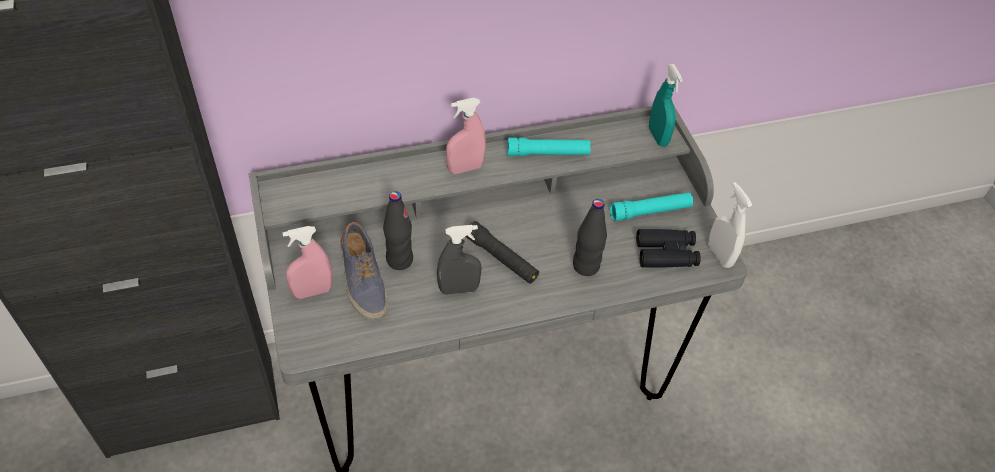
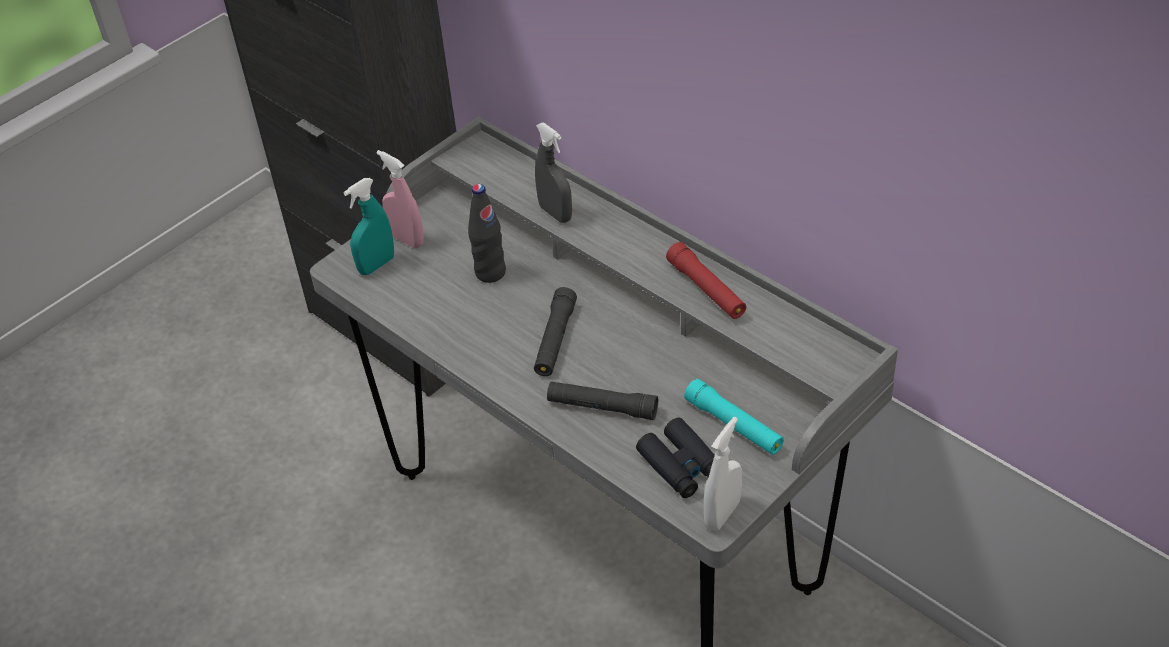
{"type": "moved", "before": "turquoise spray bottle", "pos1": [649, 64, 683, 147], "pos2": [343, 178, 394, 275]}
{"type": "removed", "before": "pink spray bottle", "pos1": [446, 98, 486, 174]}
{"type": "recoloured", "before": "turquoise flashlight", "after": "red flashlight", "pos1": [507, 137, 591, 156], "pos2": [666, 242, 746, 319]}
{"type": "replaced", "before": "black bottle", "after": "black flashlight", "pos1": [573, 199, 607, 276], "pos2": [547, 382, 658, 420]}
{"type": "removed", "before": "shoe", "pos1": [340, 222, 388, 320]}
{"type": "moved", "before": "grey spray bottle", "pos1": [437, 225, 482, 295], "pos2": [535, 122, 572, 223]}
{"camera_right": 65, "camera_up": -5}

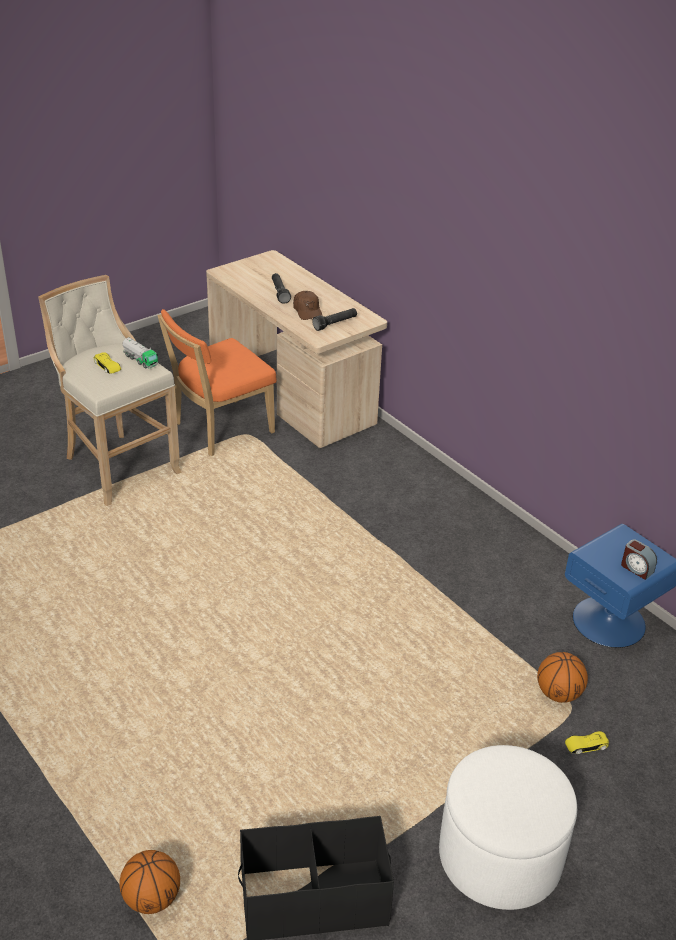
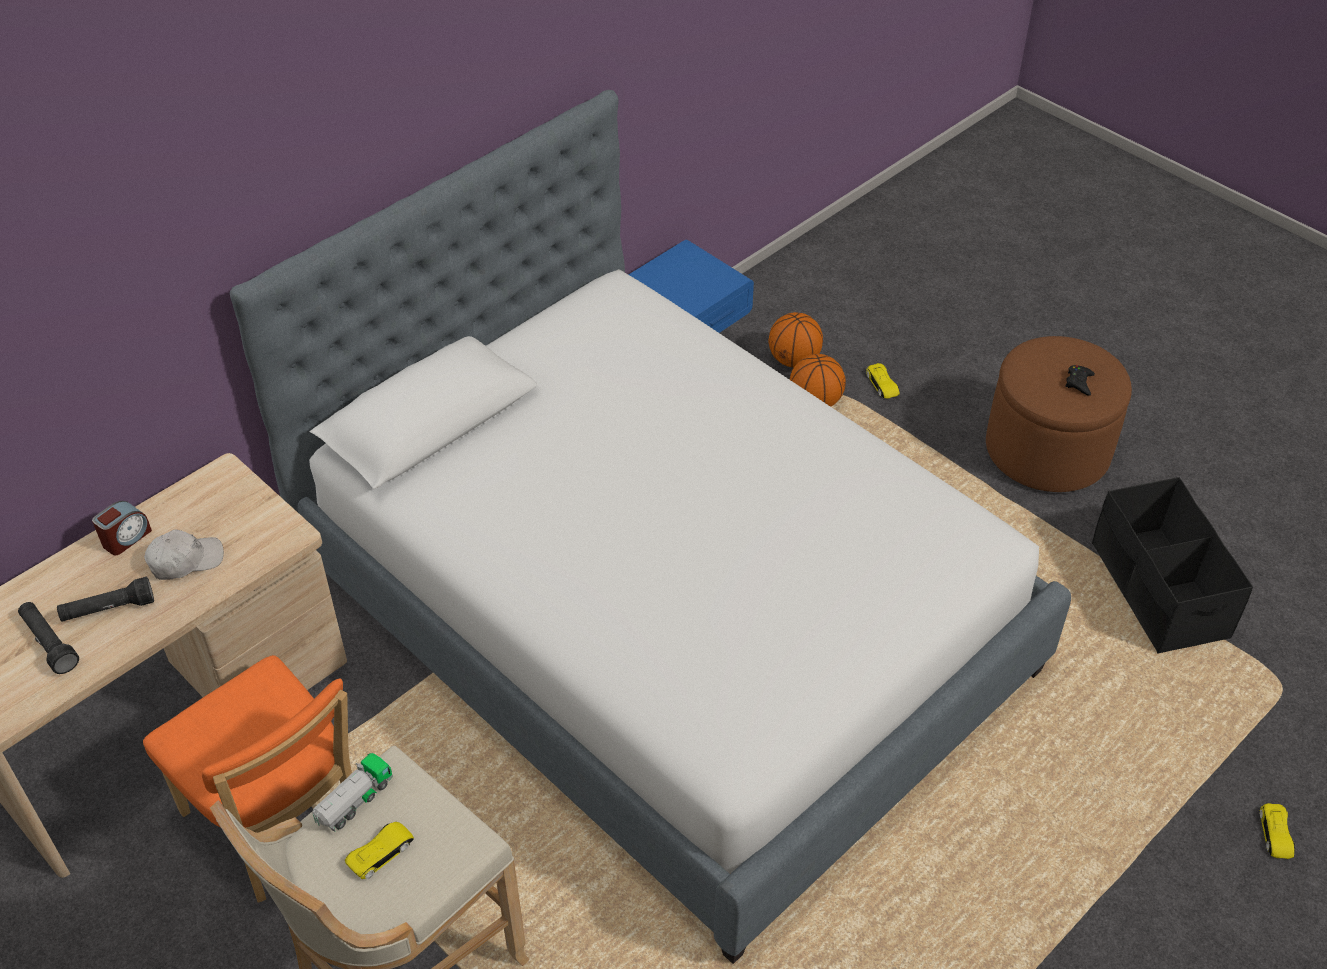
{"type": "recoloured", "before": "brown cap", "after": "white cap", "pos1": [293, 291, 323, 320], "pos2": [144, 529, 224, 580]}
{"type": "moved", "before": "black flashlight", "pos1": [312, 308, 357, 331], "pos2": [18, 602, 79, 674]}
{"type": "moved", "before": "alarm clock", "pos1": [621, 539, 657, 580], "pos2": [92, 501, 152, 555]}
{"type": "recoloured", "before": "white ottoman", "after": "brown ottoman", "pos1": [439, 745, 577, 910], "pos2": [986, 336, 1132, 492]}
{"type": "moved", "before": "basketball", "pos1": [119, 850, 180, 914], "pos2": [769, 312, 823, 367]}
{"type": "added", "after": "bed", "pos2": [230, 90, 1071, 964]}
{"type": "added", "after": "black game controller", "pos2": [1065, 365, 1095, 396]}
{"type": "added", "after": "yellow toy car", "pos2": [1260, 803, 1295, 859]}
{"camera_right": -95, "camera_up": 10}

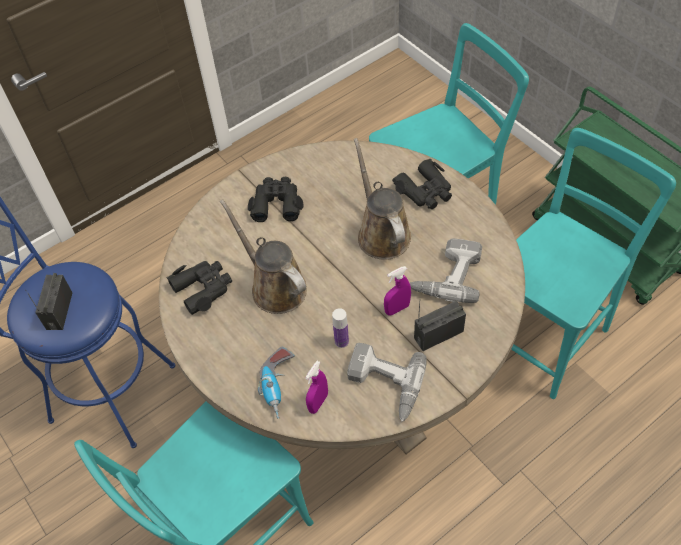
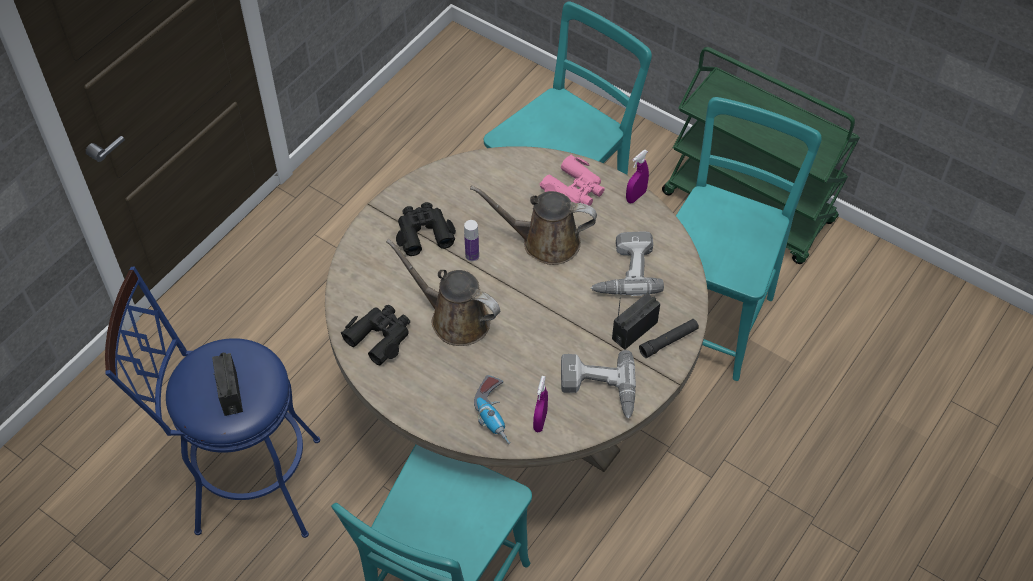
{"type": "turned", "before": "brown watering can", "pos1": [354, 138, 411, 260], "pos2": [470, 185, 597, 265], "turn": -45}
{"type": "recoloured", "before": "black binoculars", "after": "pink binoculars", "pos1": [393, 159, 452, 209], "pos2": [539, 154, 605, 206]}
{"type": "moved", "before": "purple spray bottle", "pos1": [384, 266, 411, 316], "pos2": [626, 150, 649, 203]}
{"type": "moved", "before": "bottle", "pos1": [332, 308, 349, 348], "pos2": [464, 220, 479, 261]}
{"type": "added", "after": "black flashlight", "pos2": [639, 319, 699, 358]}
{"camera_right": -20, "camera_up": 0}

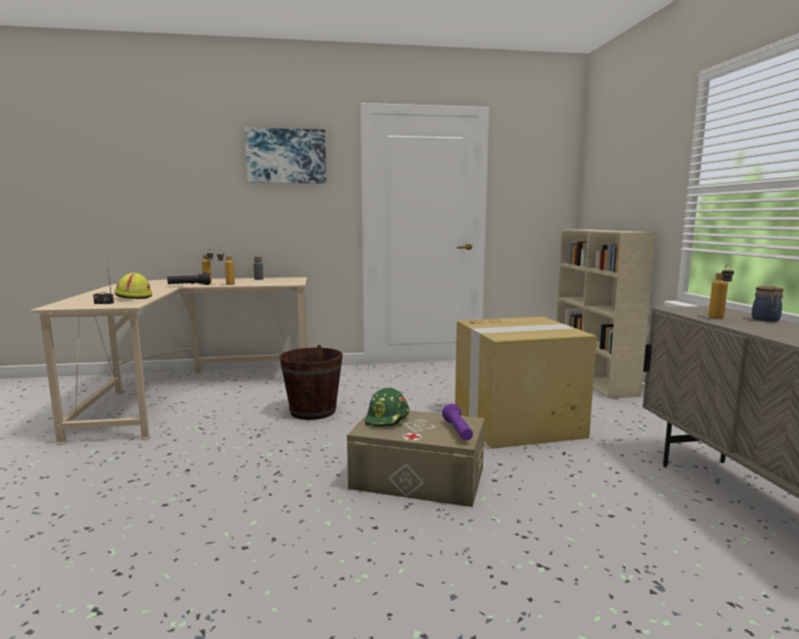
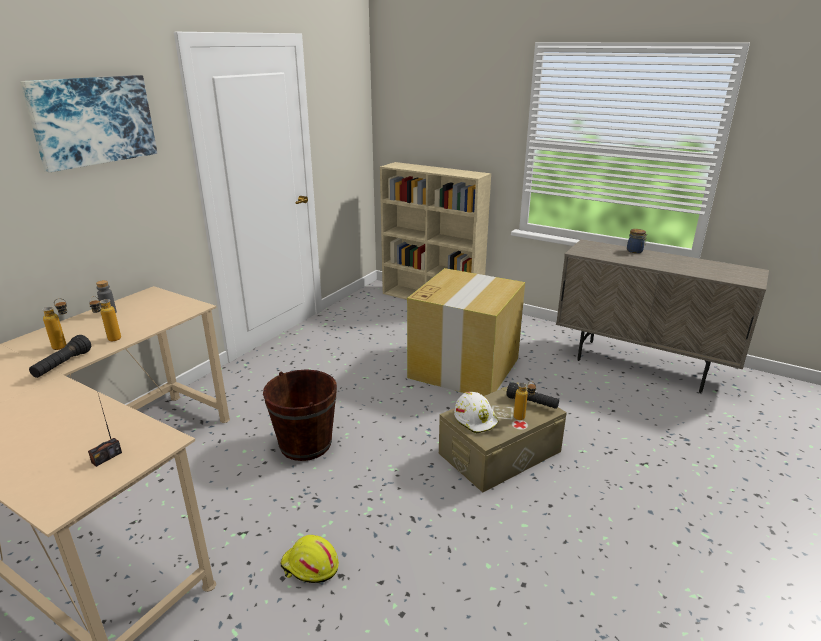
{"type": "moved", "before": "bottle", "pos1": [708, 264, 734, 319], "pos2": [514, 381, 536, 420]}
{"type": "moved", "before": "yellow hard hat", "pos1": [114, 273, 152, 299], "pos2": [281, 535, 339, 583]}
{"type": "recoloured", "before": "green hard hat", "after": "white hard hat", "pos1": [365, 387, 409, 427], "pos2": [454, 392, 499, 434]}
{"type": "recoloured", "before": "purple flashlight", "after": "black flashlight", "pos1": [442, 403, 473, 441], "pos2": [506, 382, 559, 409]}
{"camera_right": -50, "camera_up": 15}

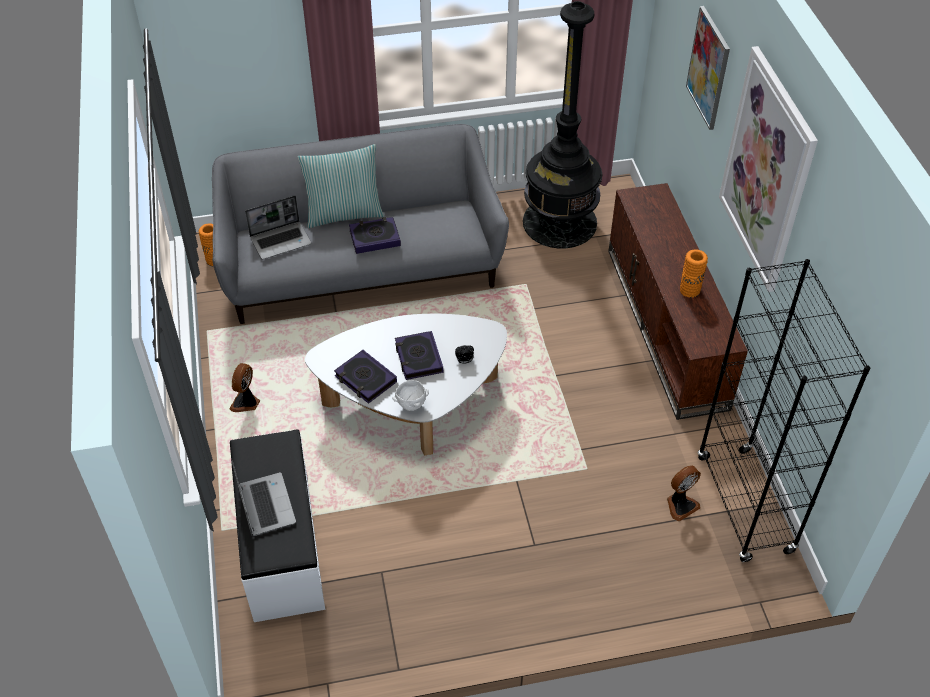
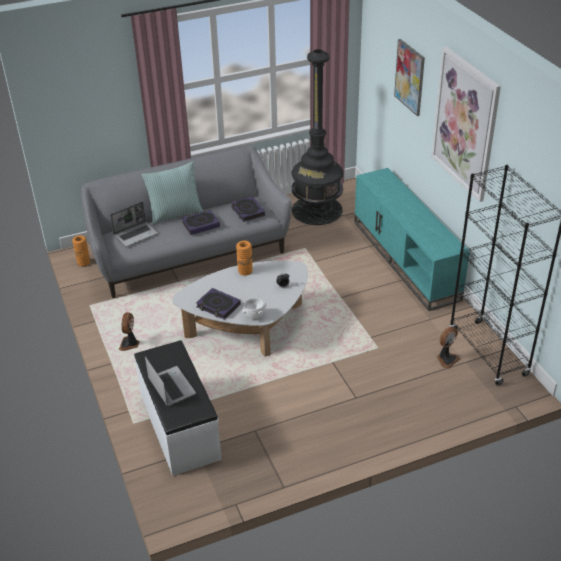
{"type": "recoloured", "before": "brown tv stand", "after": "turquoise tv stand", "pos1": [608, 183, 748, 420], "pos2": [354, 168, 470, 311]}
{"type": "moved", "before": "orange vase", "pos1": [680, 249, 708, 298], "pos2": [236, 241, 253, 275]}
{"type": "moved", "before": "book", "pos1": [395, 331, 443, 380], "pos2": [231, 196, 265, 222]}
{"camera_right": -10, "camera_up": -10}

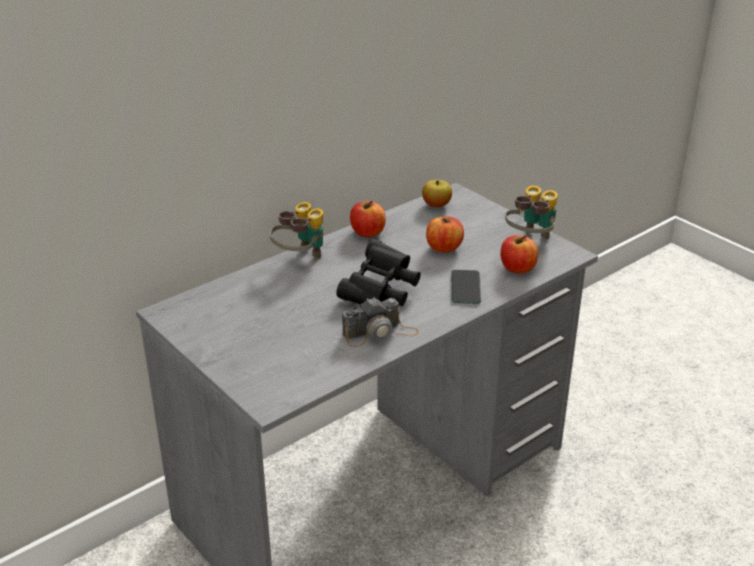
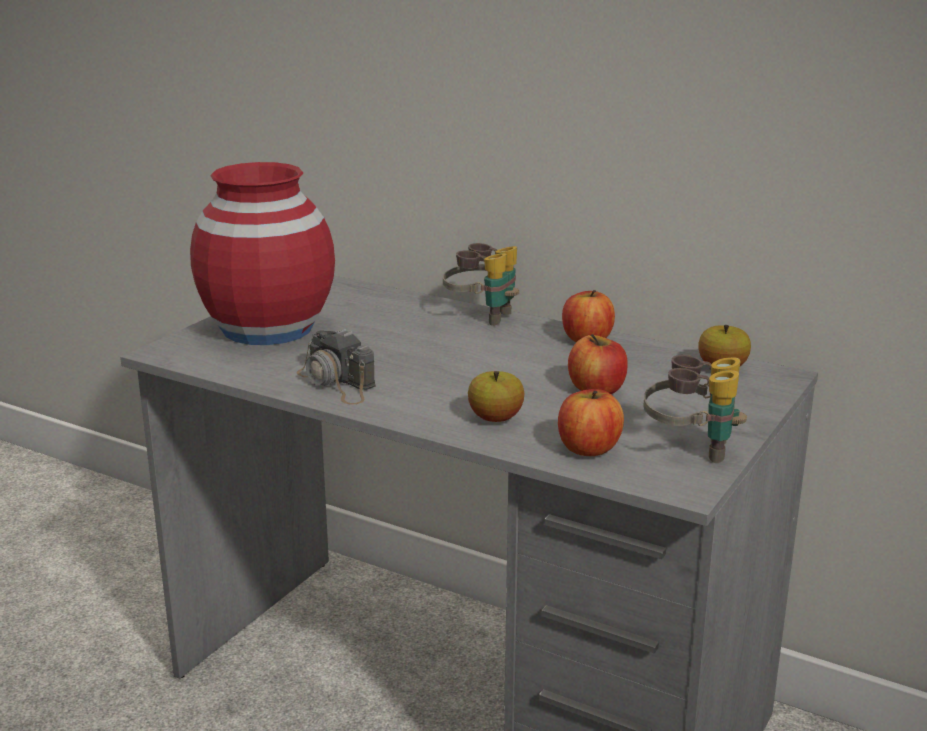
{"type": "removed", "before": "black binoculars", "pos1": [336, 239, 421, 306]}
{"type": "replaced", "before": "phone", "after": "apple", "pos1": [451, 270, 481, 304], "pos2": [468, 371, 524, 422]}
{"type": "added", "after": "red vase", "pos2": [190, 162, 335, 345]}
{"camera_right": 70, "camera_up": -10}

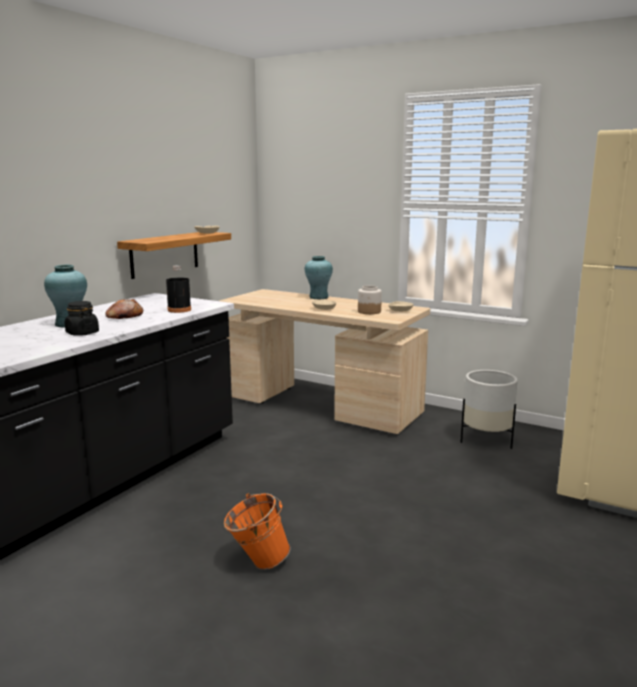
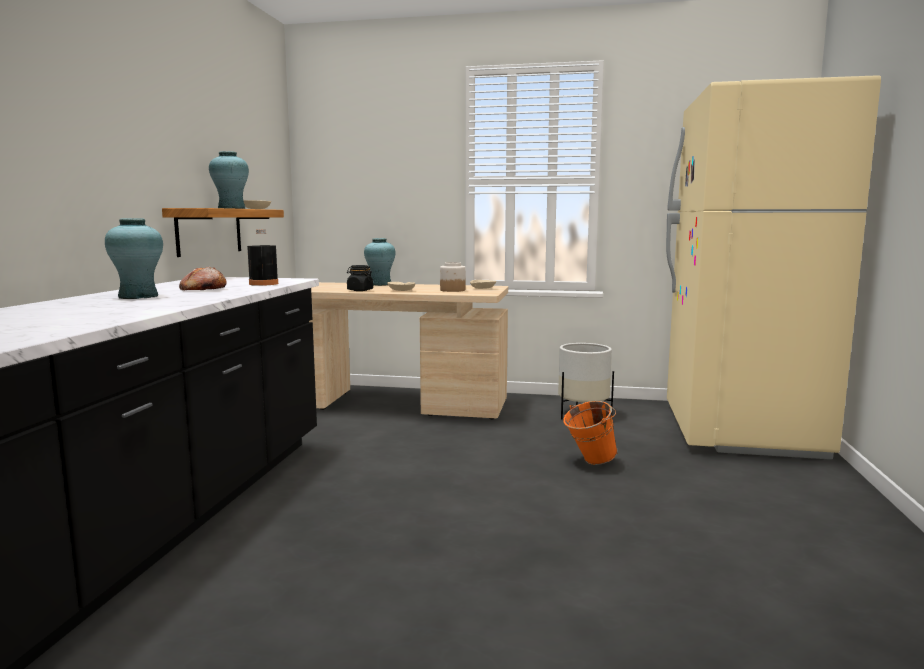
{"type": "moved", "before": "black jar", "pos1": [65, 301, 99, 336], "pos2": [347, 265, 373, 291]}
{"type": "moved", "before": "orange bucket", "pos1": [224, 493, 290, 570], "pos2": [563, 401, 618, 465]}
{"type": "added", "after": "turquoise vase", "pos2": [209, 151, 249, 209]}
{"camera_right": -20, "camera_up": -5}

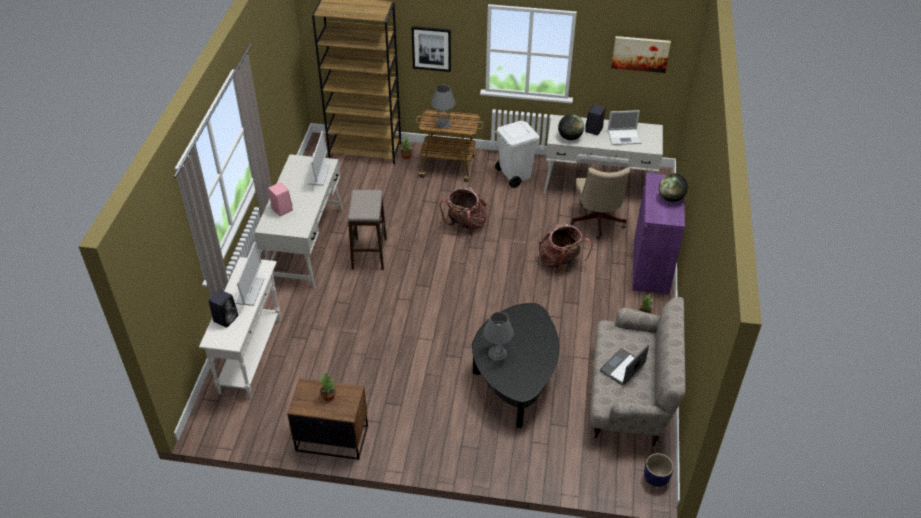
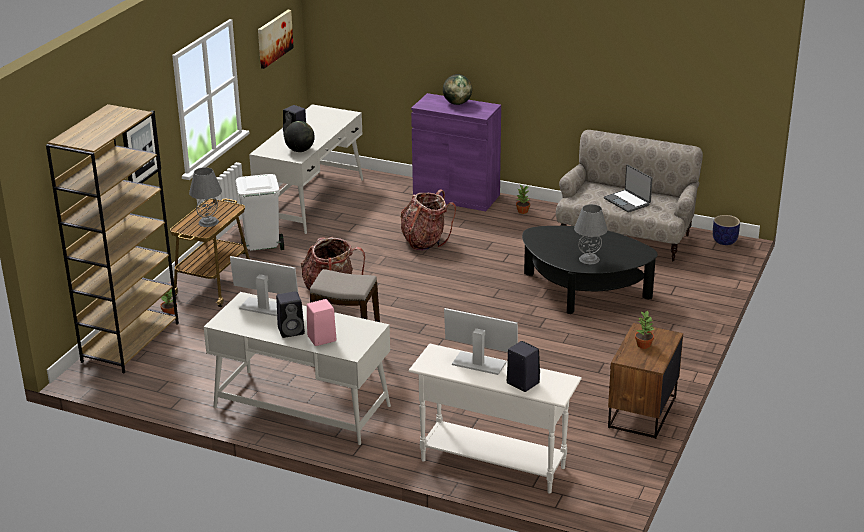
{"type": "removed", "before": "laptop", "pos1": [608, 110, 641, 145]}
{"type": "removed", "before": "beige office chair", "pos1": [571, 168, 630, 239]}
{"type": "added", "after": "black speaker", "pos2": [276, 291, 305, 338]}
{"camera_right": -75, "camera_up": -15}

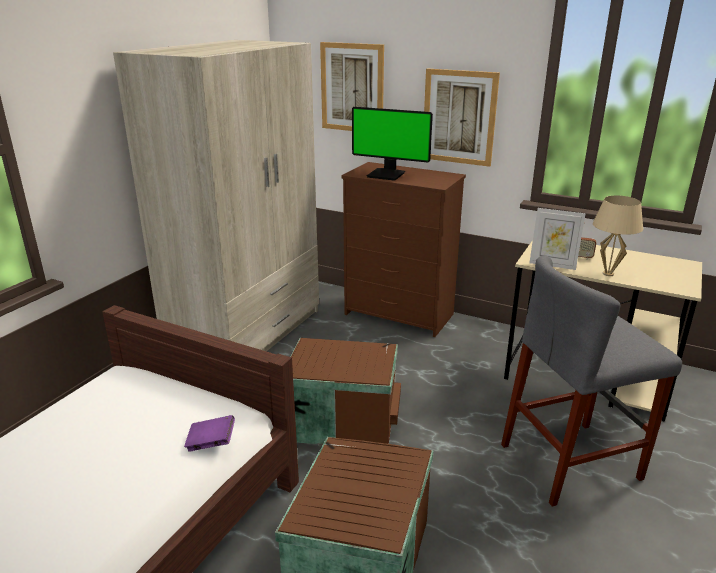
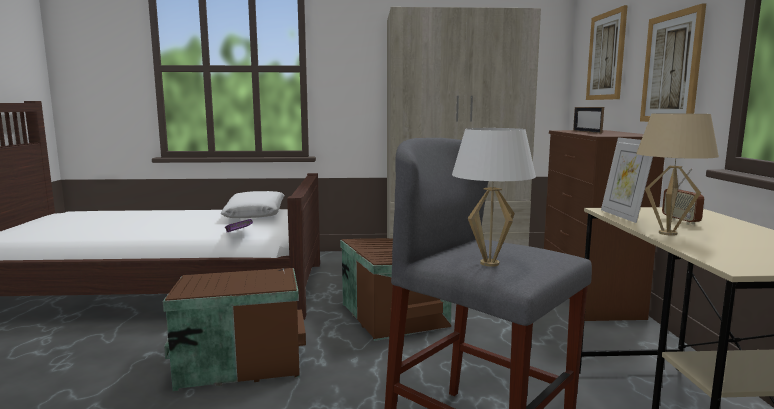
{"type": "replaced", "before": "monitor", "after": "picture frame", "pos1": [352, 107, 433, 181], "pos2": [573, 107, 604, 134]}
{"type": "added", "after": "white table lamp", "pos2": [452, 128, 536, 267]}
{"type": "added", "after": "white pillow", "pos2": [221, 191, 284, 218]}
{"camera_right": 60, "camera_up": -15}

